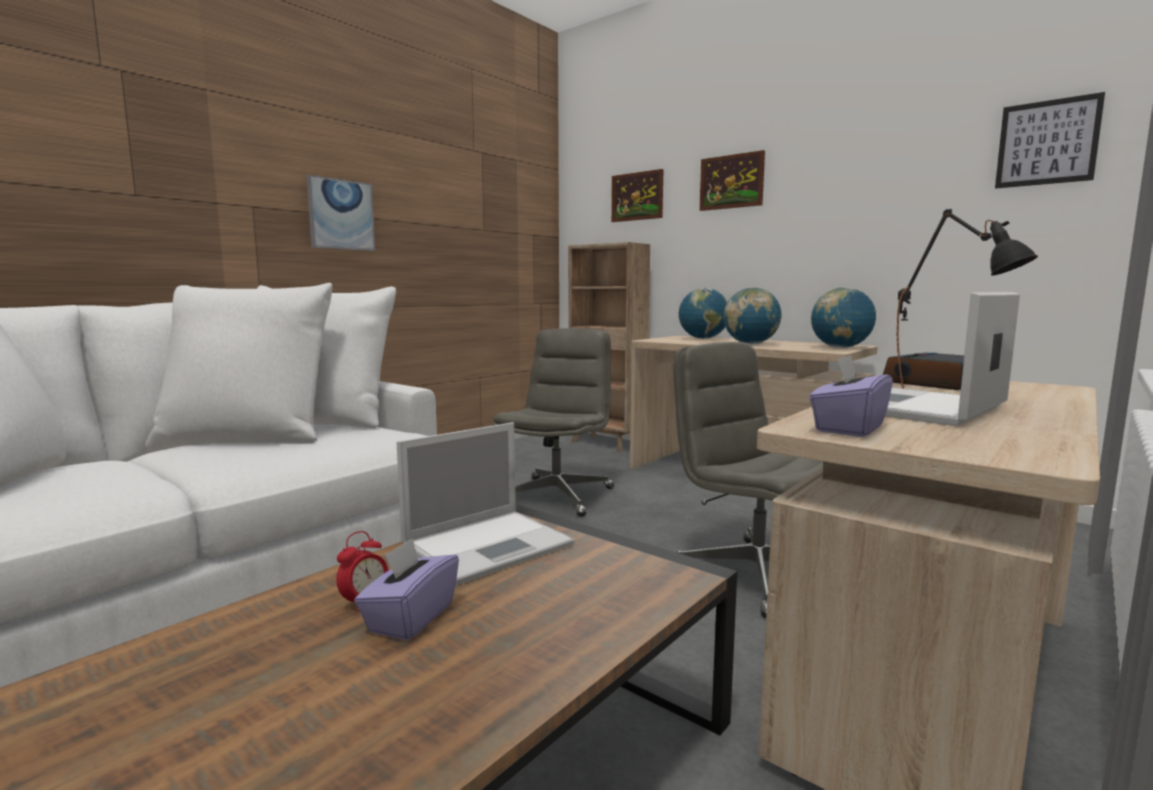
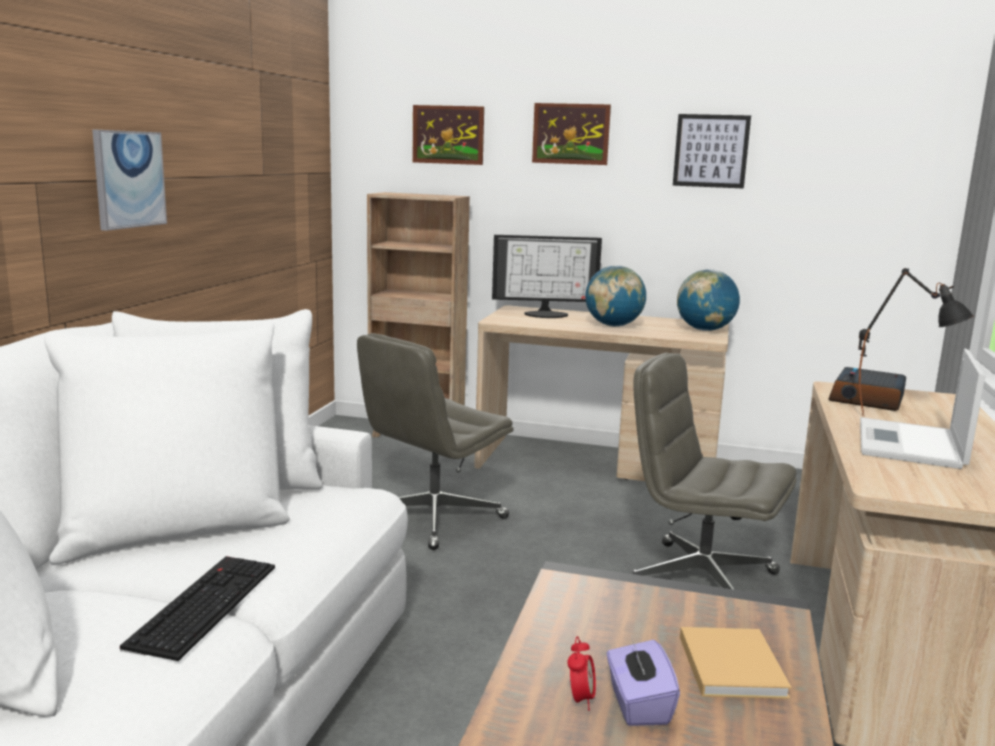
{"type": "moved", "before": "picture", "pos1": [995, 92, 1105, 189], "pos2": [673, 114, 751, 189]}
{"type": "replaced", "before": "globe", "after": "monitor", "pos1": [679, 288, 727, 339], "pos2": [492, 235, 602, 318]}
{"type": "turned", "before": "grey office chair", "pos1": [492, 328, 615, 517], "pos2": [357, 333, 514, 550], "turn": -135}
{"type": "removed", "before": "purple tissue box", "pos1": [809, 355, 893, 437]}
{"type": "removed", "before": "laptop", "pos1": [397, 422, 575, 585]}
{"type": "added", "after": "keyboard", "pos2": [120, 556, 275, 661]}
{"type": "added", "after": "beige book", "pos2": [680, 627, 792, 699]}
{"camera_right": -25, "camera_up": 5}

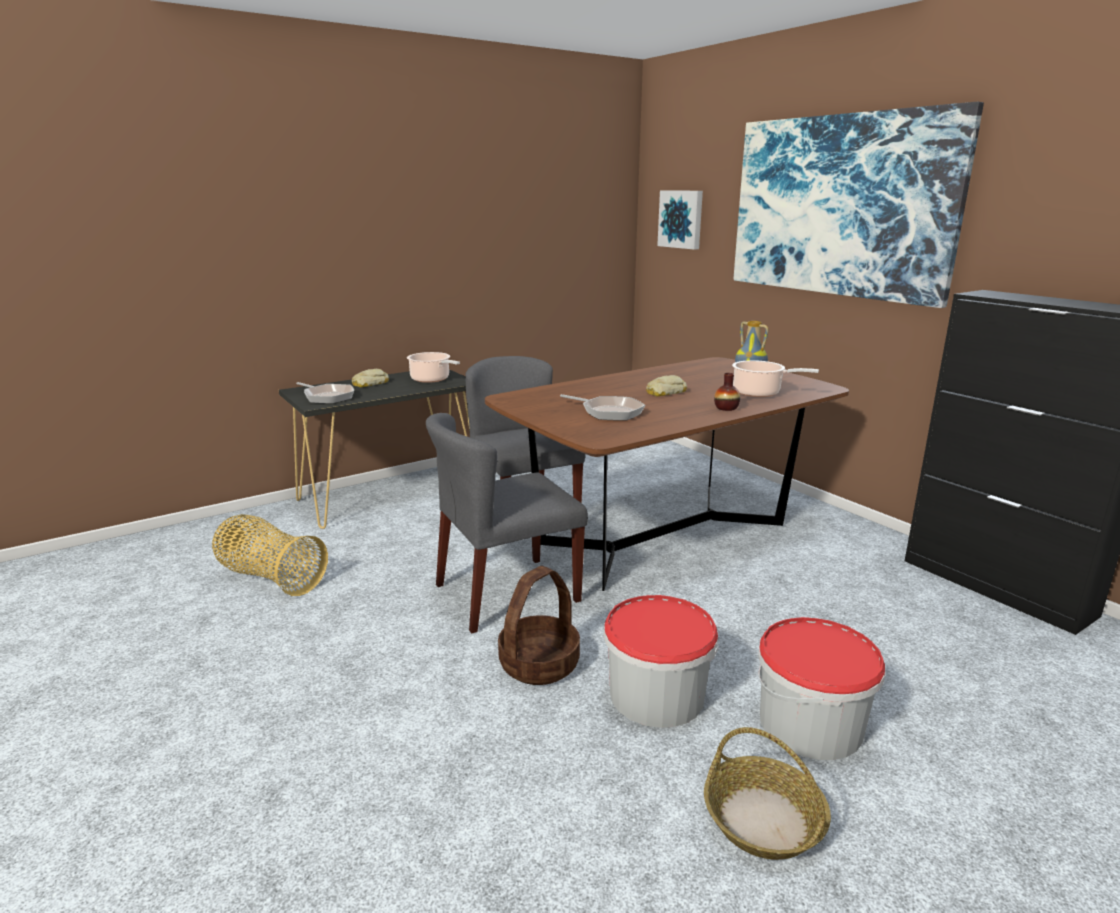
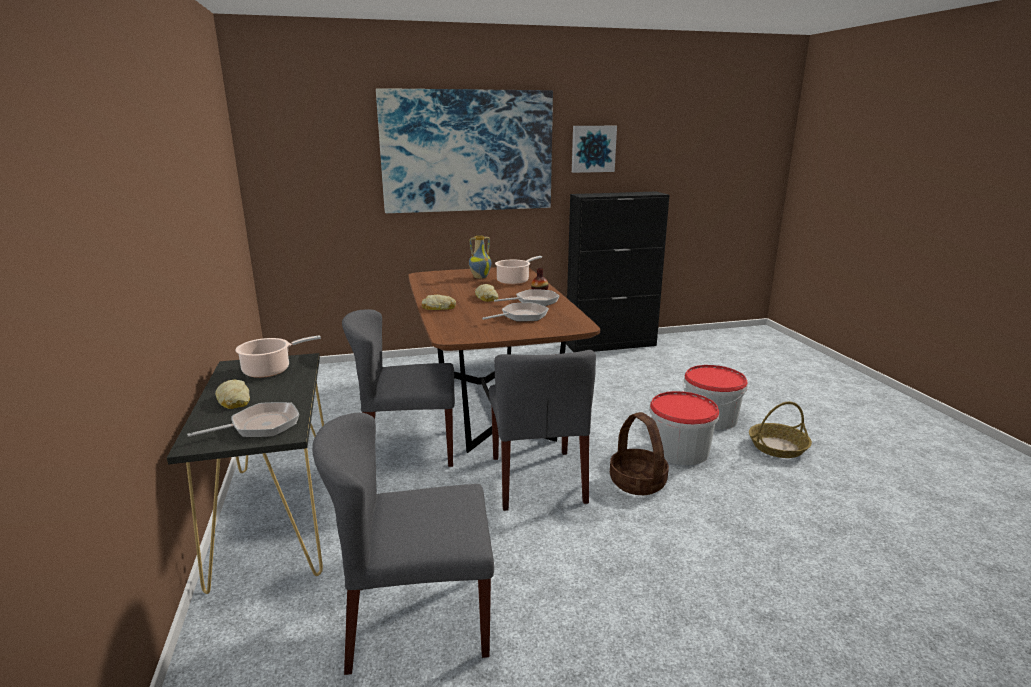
{"type": "moved", "before": "picture", "pos1": [657, 191, 703, 250], "pos2": [572, 126, 617, 173]}
{"type": "replaced", "before": "basket", "after": "grey chair", "pos1": [212, 514, 328, 596], "pos2": [312, 413, 494, 675]}
{"type": "added", "after": "frying pan", "pos2": [494, 289, 559, 306]}
{"type": "added", "after": "bread", "pos2": [422, 295, 456, 310]}
{"camera_right": -70, "camera_up": 0}

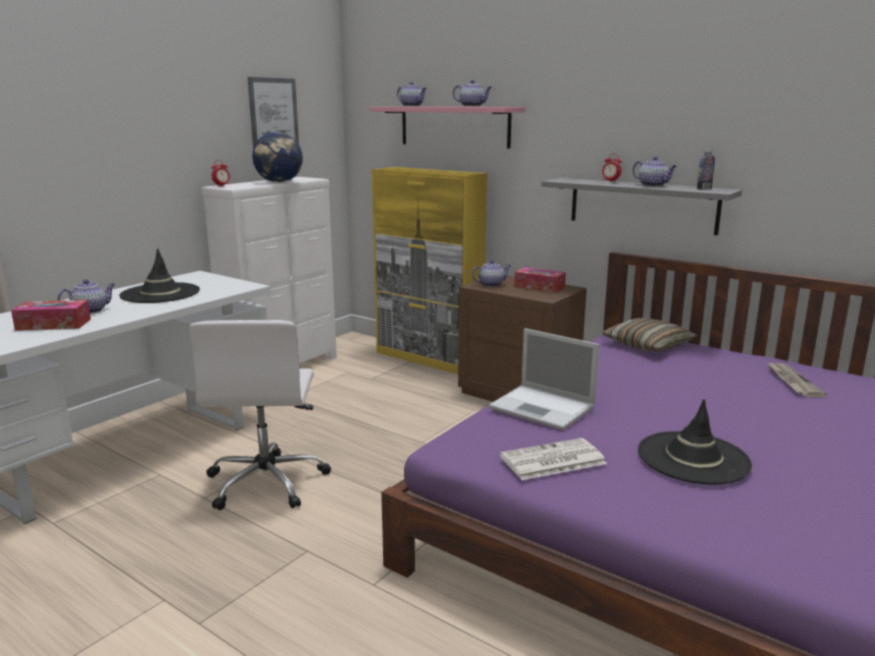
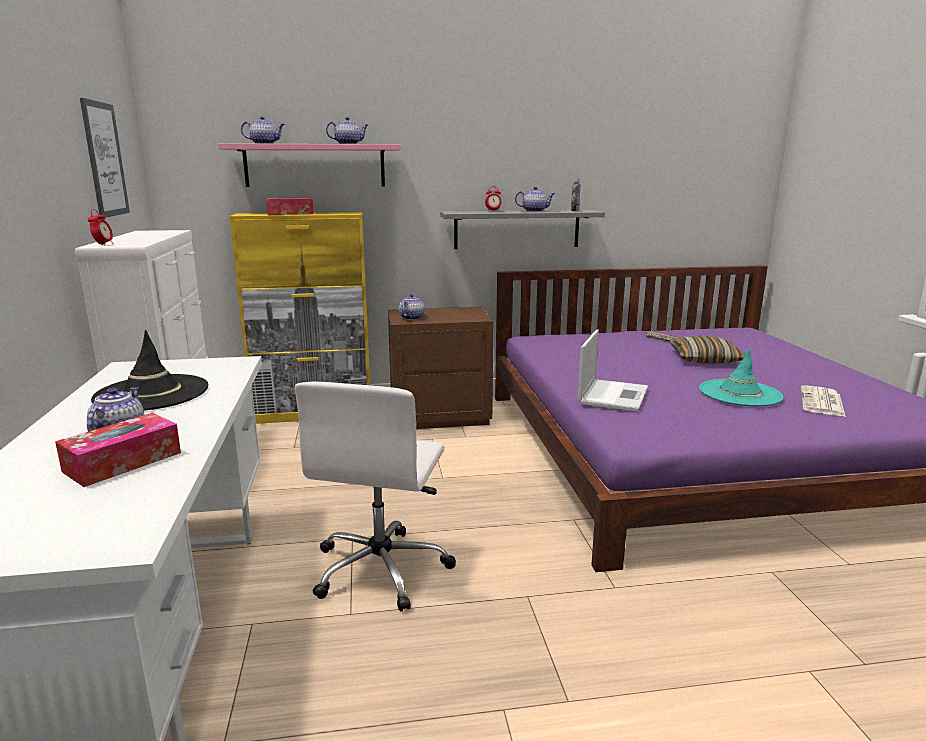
{"type": "removed", "before": "globe", "pos1": [252, 132, 303, 183]}
{"type": "moved", "before": "tissue box", "pos1": [514, 267, 566, 292], "pos2": [266, 198, 314, 215]}
{"type": "moved", "before": "pillow", "pos1": [602, 318, 698, 351], "pos2": [669, 336, 745, 363]}
{"type": "turned", "before": "white office chair", "pos1": [189, 320, 331, 510], "pos2": [295, 381, 456, 611], "turn": 60}
{"type": "turned", "before": "laptop", "pos1": [489, 328, 599, 430], "pos2": [578, 330, 648, 412], "turn": -60}
{"type": "recoloured", "before": "black hat", "after": "turquoise hat", "pos1": [638, 399, 752, 485], "pos2": [699, 348, 783, 407]}
{"type": "moved", "before": "newspaper", "pos1": [500, 438, 607, 480], "pos2": [801, 385, 846, 417]}
{"camera_right": -45, "camera_up": 0}

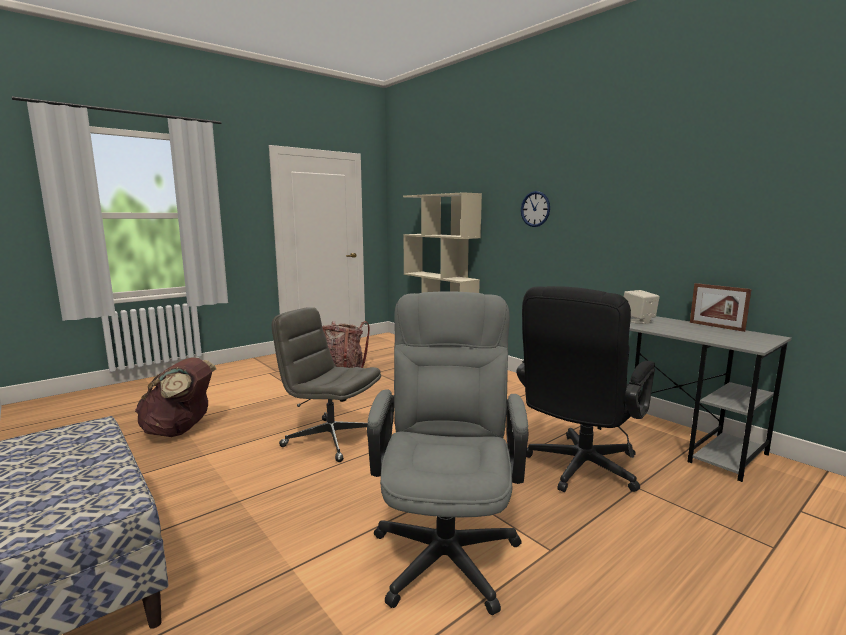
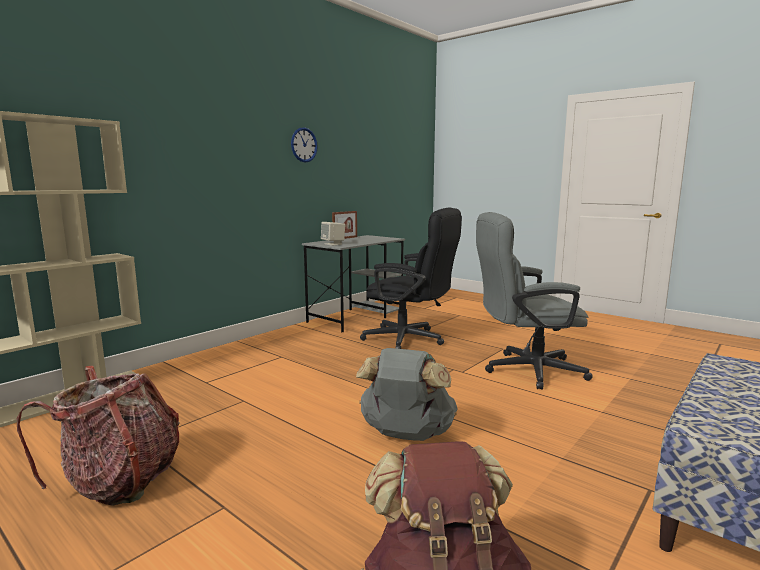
{"type": "moved", "before": "wall clock", "pos1": [521, 191, 550, 227], "pos2": [291, 127, 318, 162]}
{"type": "replaced", "before": "grey office chair", "after": "grey backpack", "pos1": [272, 307, 381, 462], "pos2": [356, 348, 458, 441]}
{"camera_right": -100, "camera_up": 0}

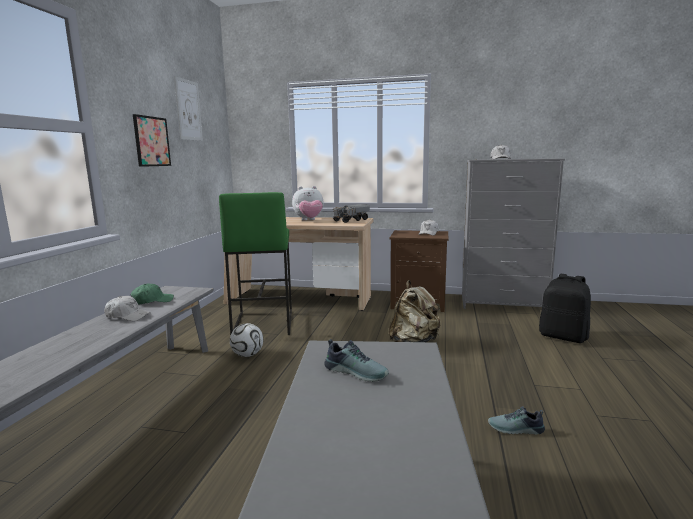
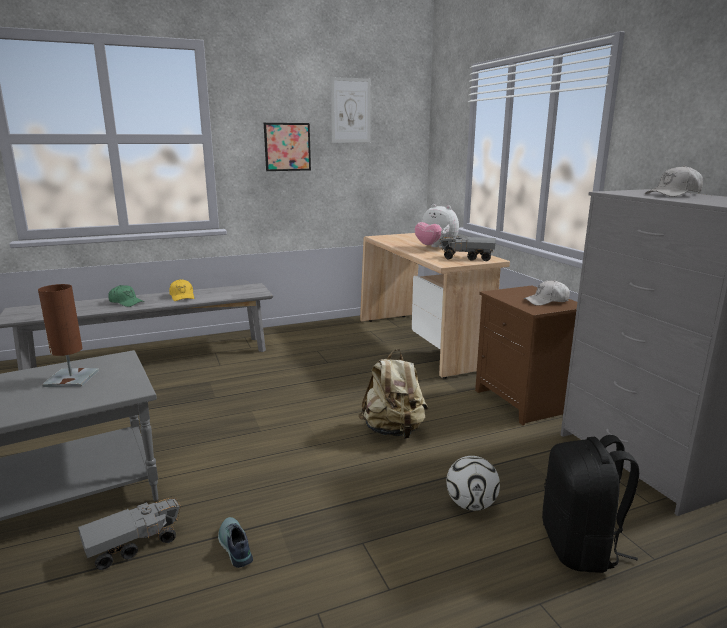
{"type": "removed", "before": "green stool", "pos1": [219, 192, 292, 335]}
{"type": "moved", "before": "green cap", "pos1": [131, 283, 174, 305], "pos2": [108, 285, 144, 307]}
{"type": "recoloured", "before": "white cap", "after": "yellow cap", "pos1": [104, 296, 151, 321], "pos2": [169, 279, 194, 301]}
{"type": "moved", "before": "football", "pos1": [230, 323, 264, 357], "pos2": [446, 456, 500, 511]}
{"type": "replaced", "before": "shoe", "after": "brown table lamp", "pos1": [324, 339, 389, 382], "pos2": [38, 284, 99, 387]}
{"type": "added", "after": "toy truck", "pos2": [78, 496, 181, 570]}
{"camera_right": 55, "camera_up": 5}

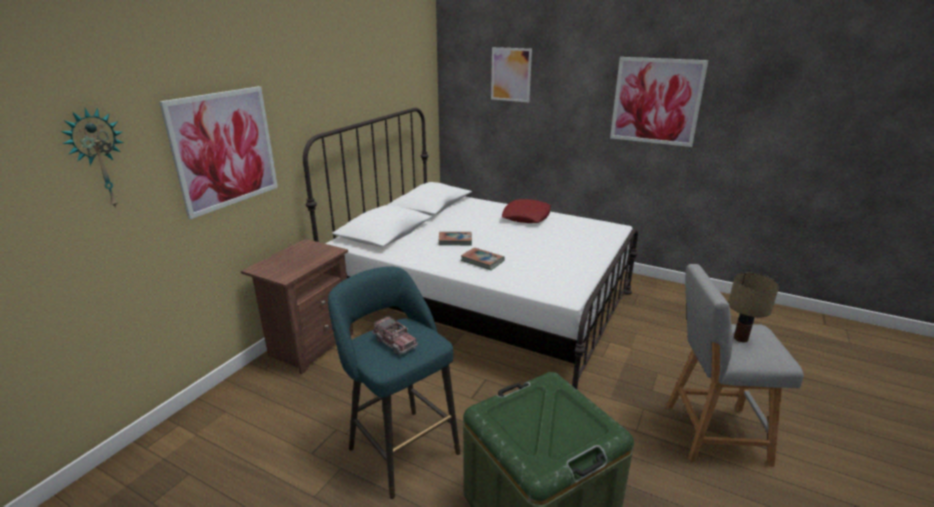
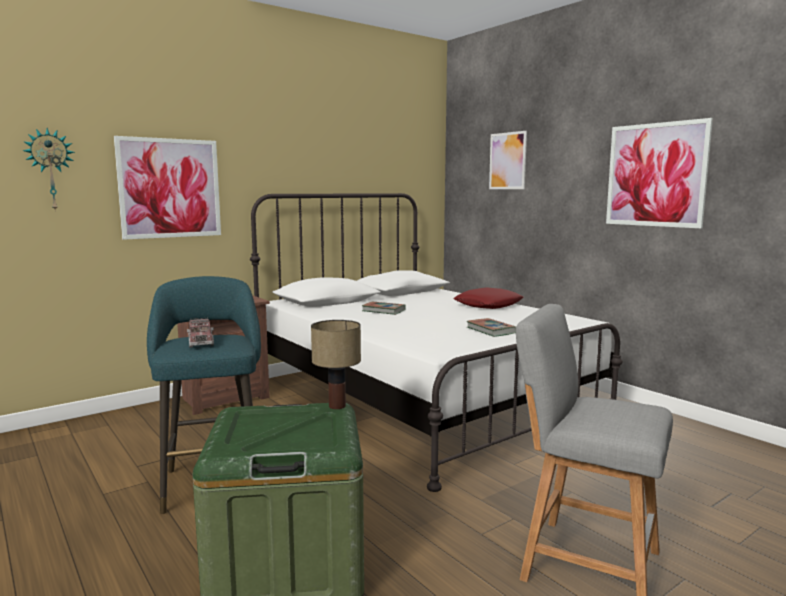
{"type": "moved", "before": "book", "pos1": [461, 248, 505, 270], "pos2": [466, 318, 516, 337]}
{"type": "moved", "before": "table lamp", "pos1": [728, 272, 779, 342], "pos2": [311, 320, 361, 409]}
{"camera_right": 25, "camera_up": -15}

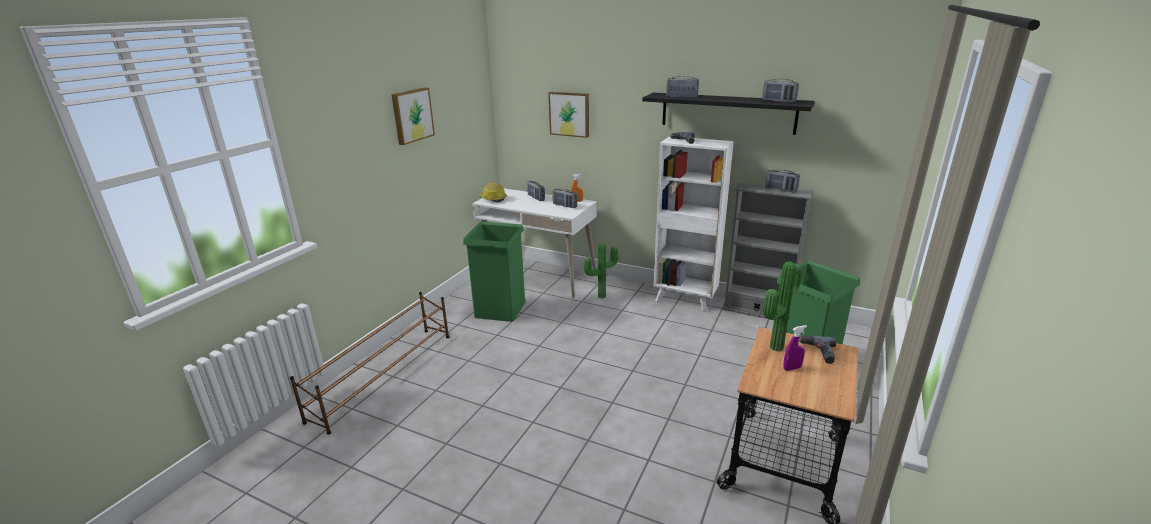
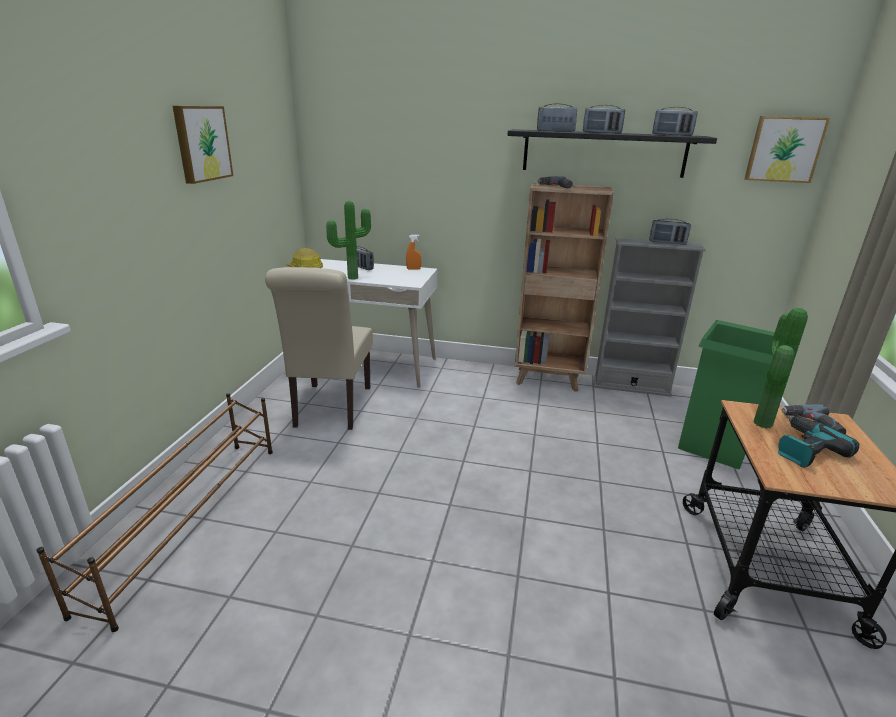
{"type": "moved", "before": "picture", "pos1": [548, 92, 589, 138], "pos2": [745, 116, 830, 183]}
{"type": "recoloured", "before": "white bookcase", "after": "brown bookcase", "pos1": [653, 137, 734, 312], "pos2": [515, 183, 614, 392]}
{"type": "moved", "before": "radio", "pos1": [553, 189, 577, 208], "pos2": [583, 105, 625, 134]}
{"type": "replaced", "before": "green trash can", "after": "beige chair", "pos1": [463, 222, 525, 322], "pos2": [265, 267, 373, 430]}
{"type": "moved", "before": "potted plant", "pos1": [584, 243, 618, 298], "pos2": [326, 201, 371, 280]}
{"type": "replaced", "before": "purple spray bottle", "after": "power drill", "pos1": [783, 325, 807, 371], "pos2": [778, 415, 859, 468]}
{"camera_right": -15, "camera_up": 0}

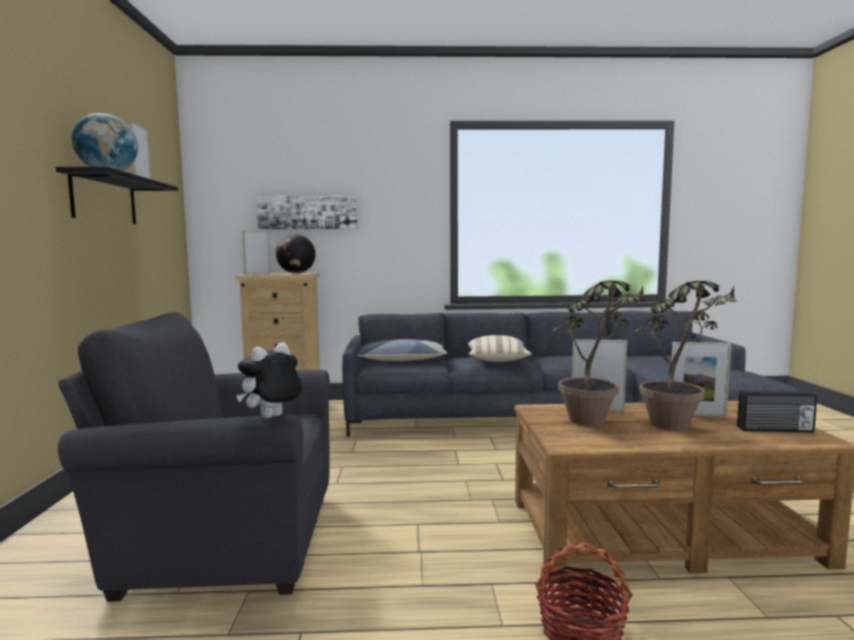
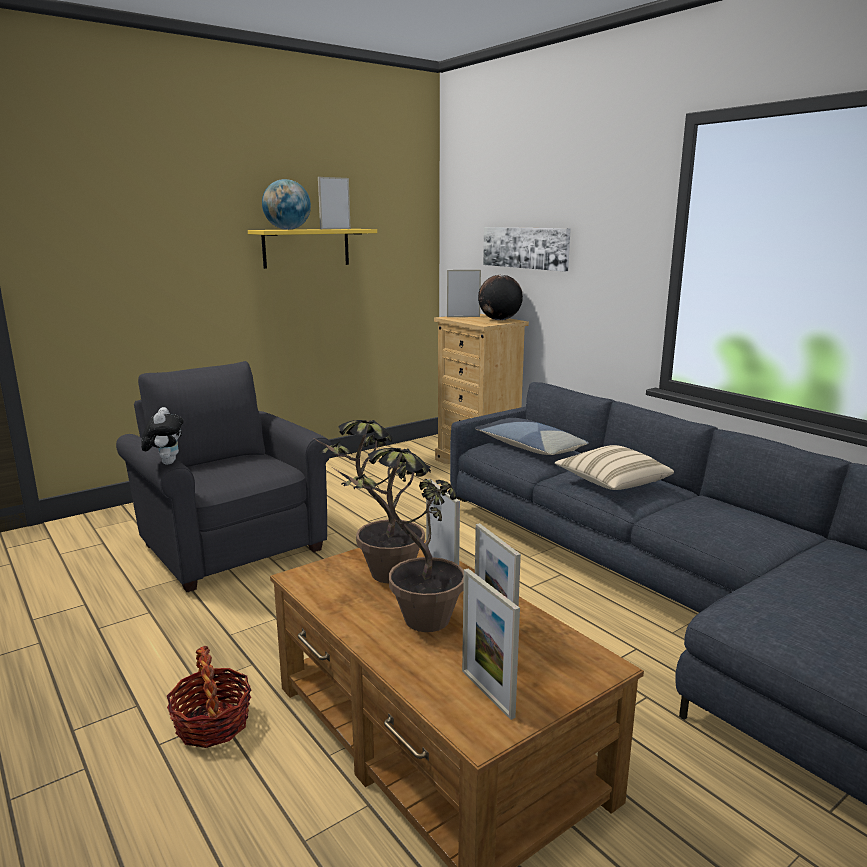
{"type": "recoloured", "before": "black shelf", "after": "yellow shelf", "pos1": [56, 167, 178, 224], "pos2": [248, 229, 377, 269]}
{"type": "turned", "before": "plush toy", "pos1": [236, 342, 302, 418], "pos2": [141, 407, 183, 465], "turn": 75}
{"type": "replaced", "before": "radio", "after": "picture frame", "pos1": [737, 391, 817, 432], "pos2": [462, 568, 520, 720]}
{"camera_right": 55, "camera_up": 10}

